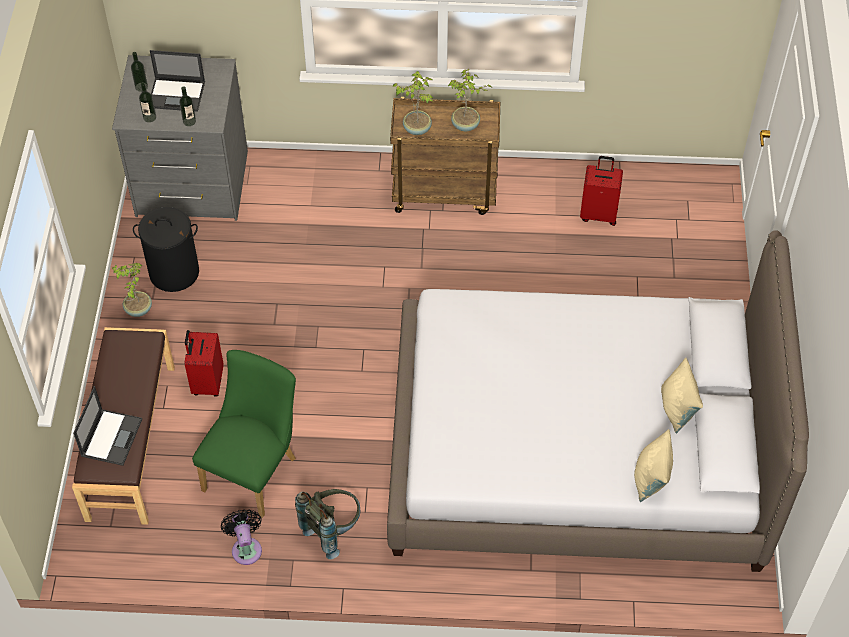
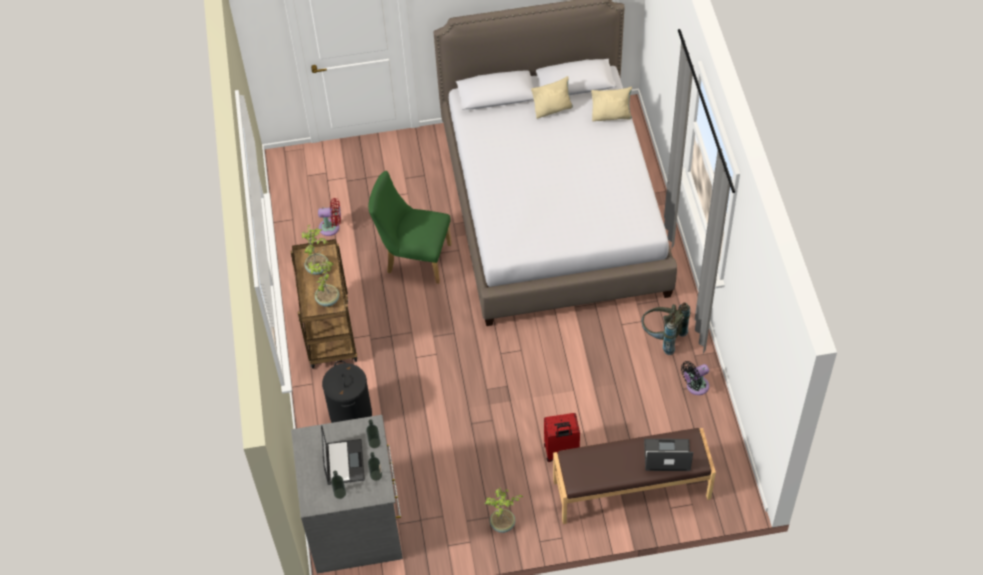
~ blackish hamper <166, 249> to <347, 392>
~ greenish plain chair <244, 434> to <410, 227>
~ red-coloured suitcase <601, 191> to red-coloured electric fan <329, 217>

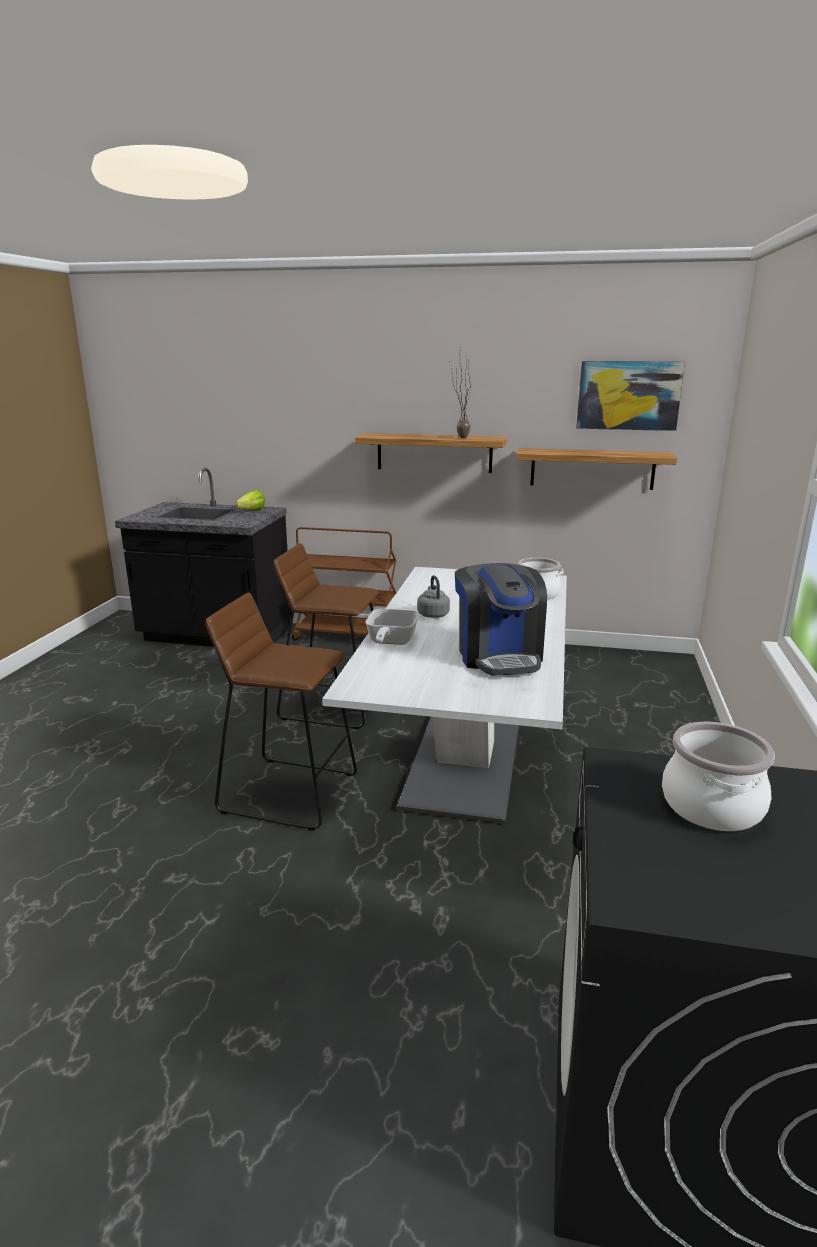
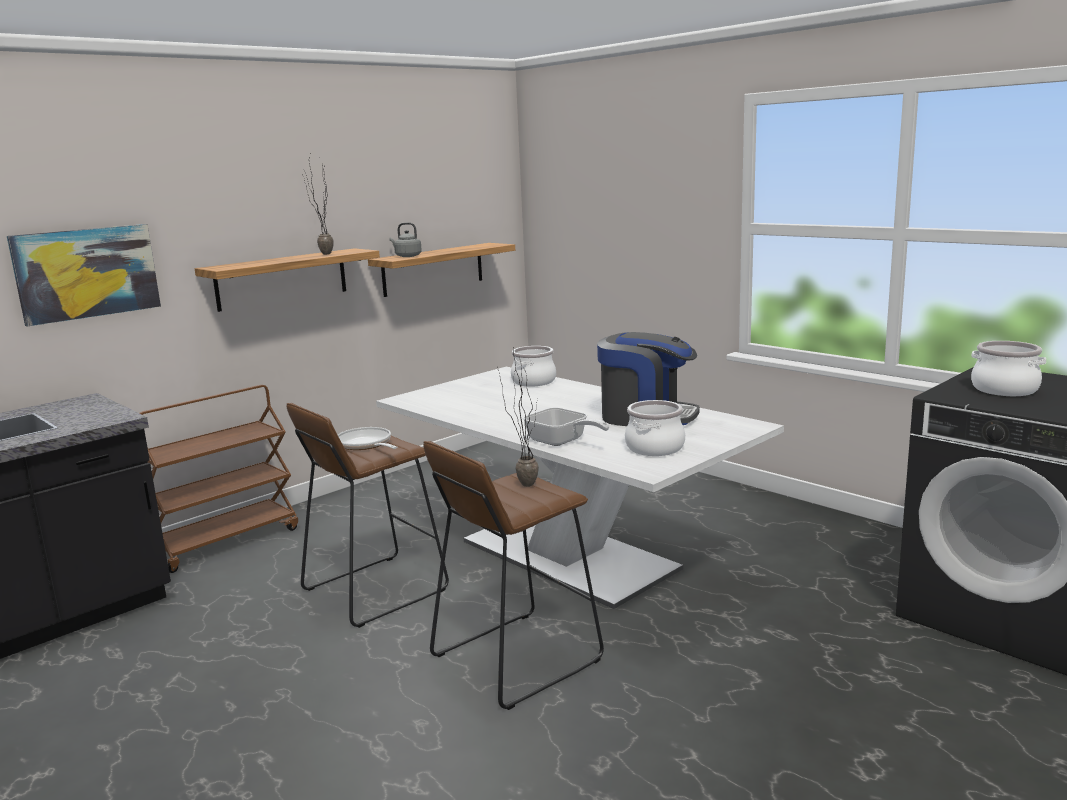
- lettuce <250, 500>
~ gray kettle <433, 596> to <405, 239>
~ picture <630, 396> to <84, 275>
+ frying pan <368, 438>
+ houseplant <518, 417>
+ stockpot <655, 428>

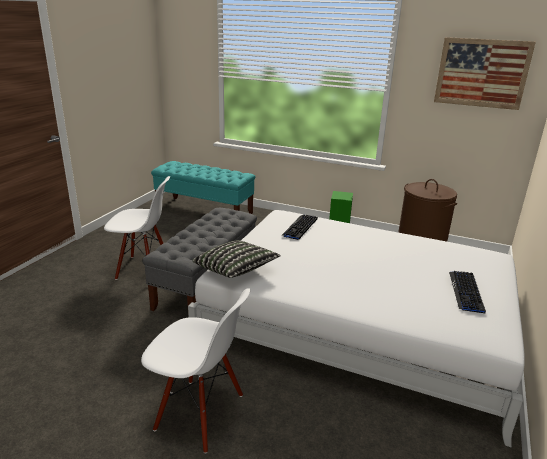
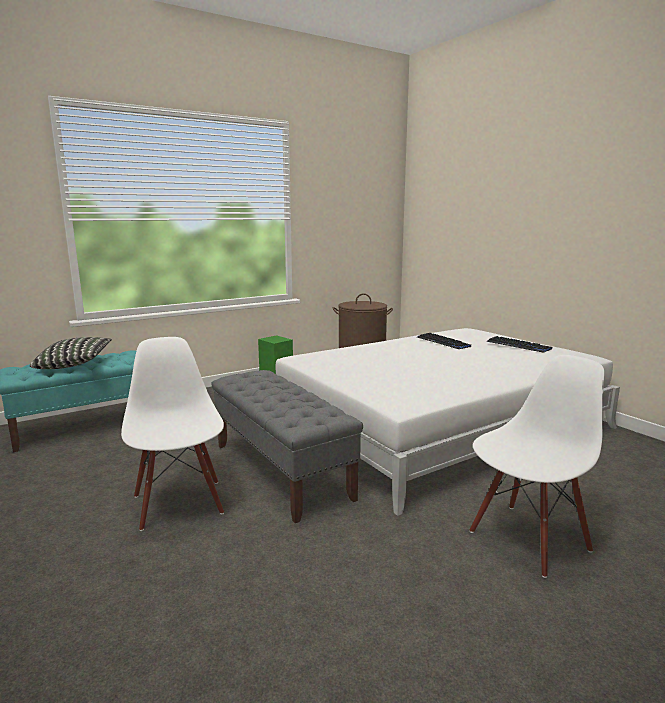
~ white-coloured plain chair <137, 228> = <172, 434> 60 degrees counterclockwise
~ throw pillow <237, 259> to <71, 353>
~ PC keyboard <299, 227> to <444, 341>
- picture <485, 73>

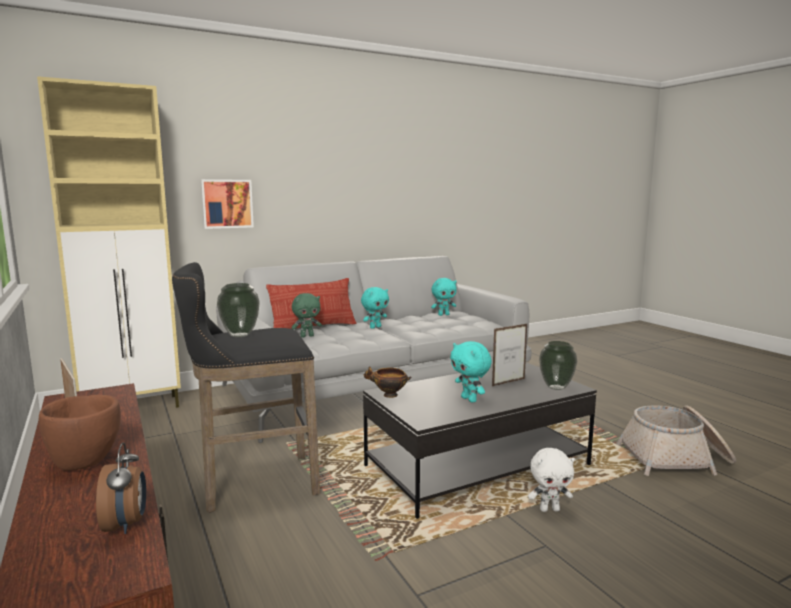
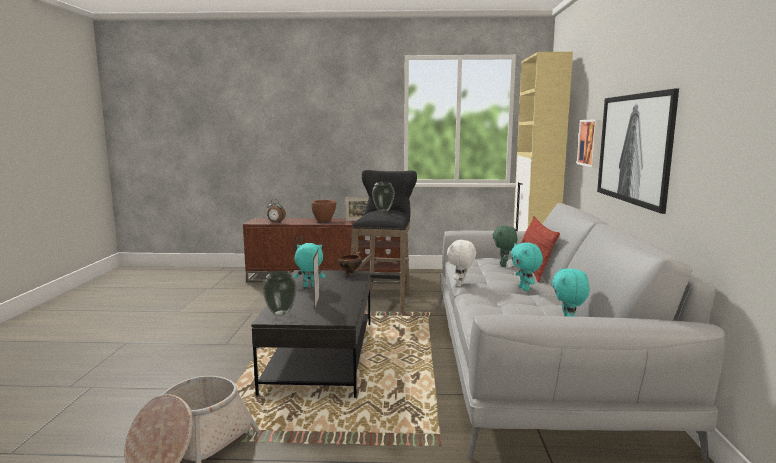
~ white-coloured soft toy <551, 480> to <461, 263>
+ picture <638, 151>

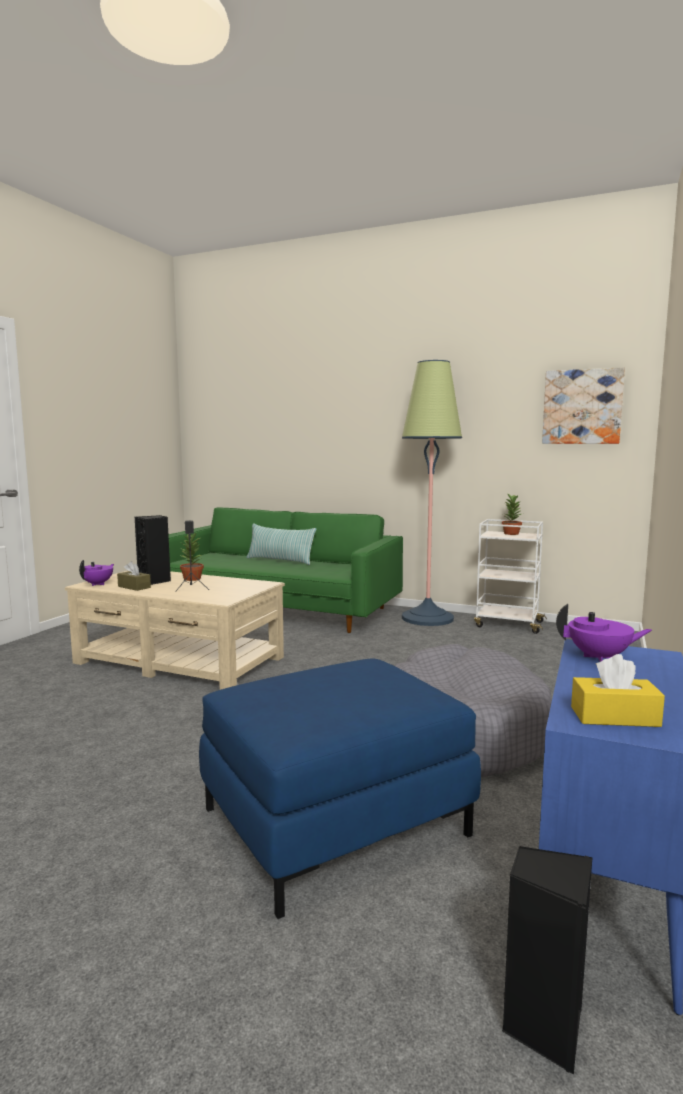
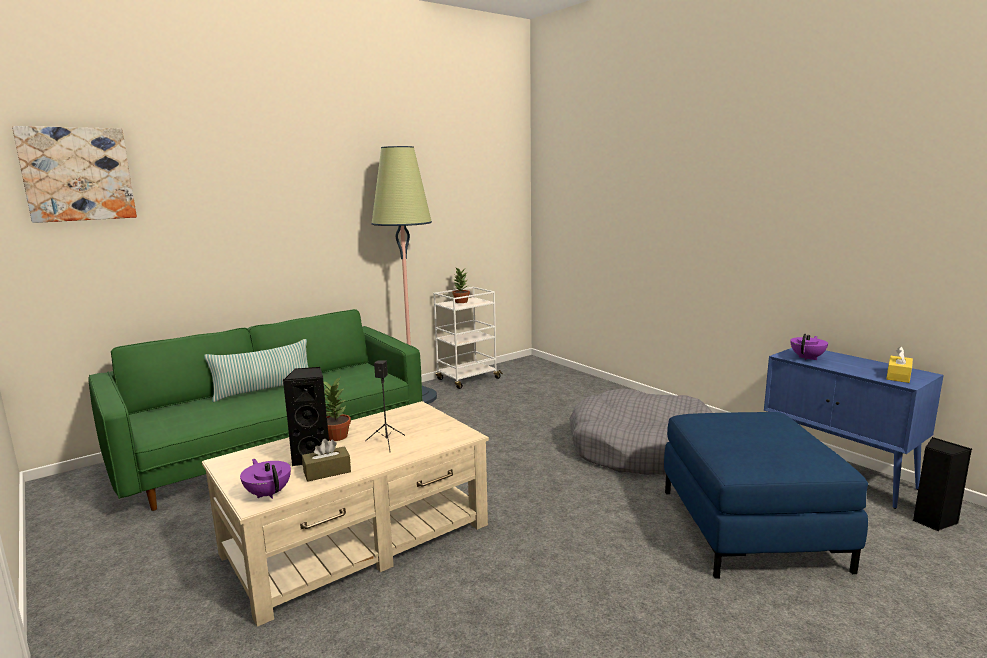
~ picture <583, 405> to <74, 174>

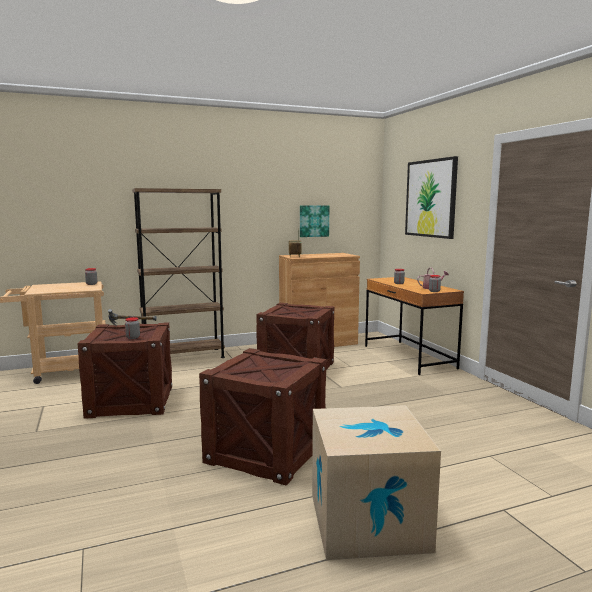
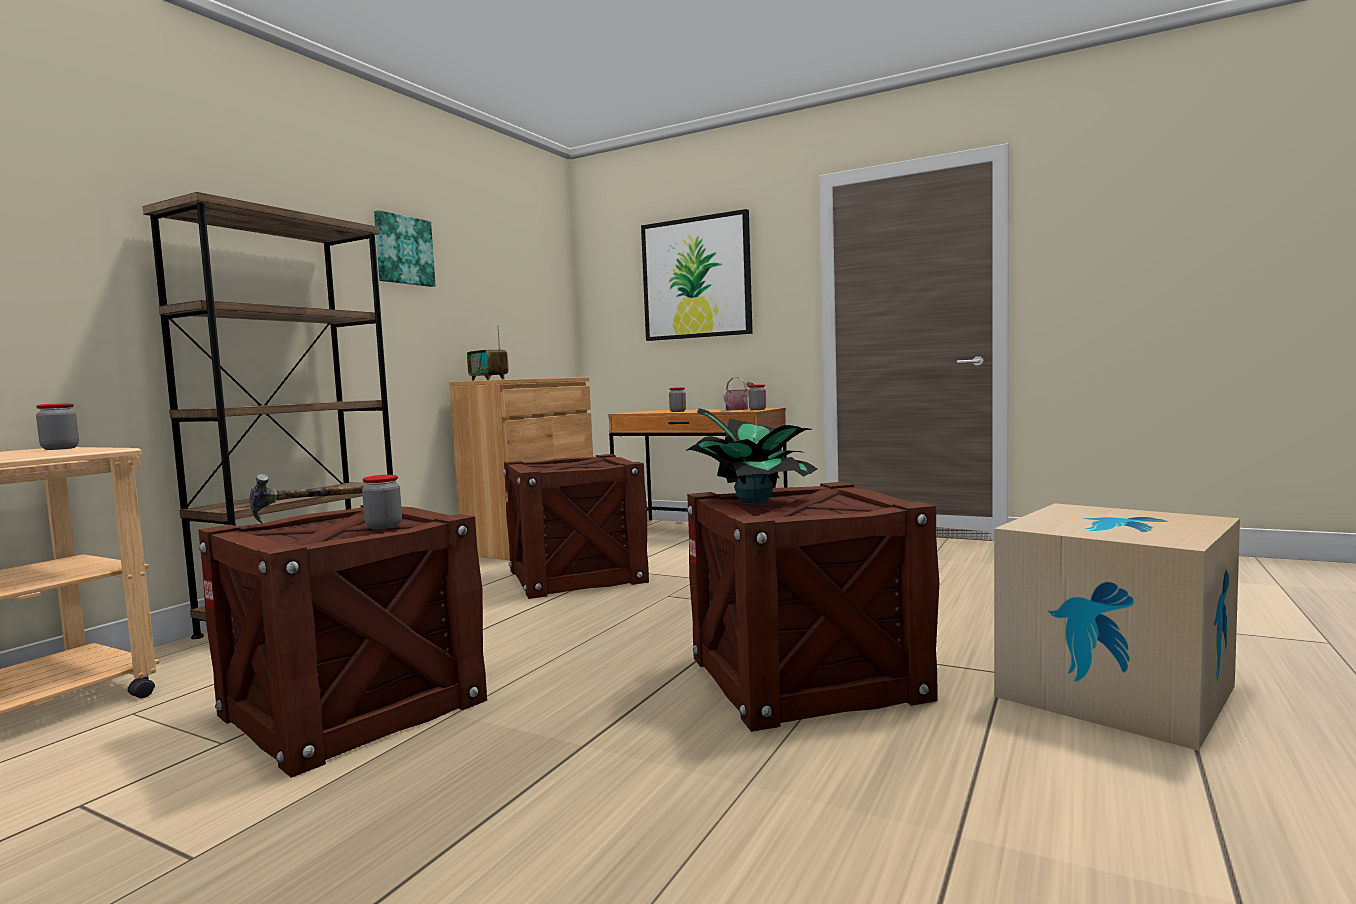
~ picture <314, 221> to <405, 248>
+ houseplant <751, 455>

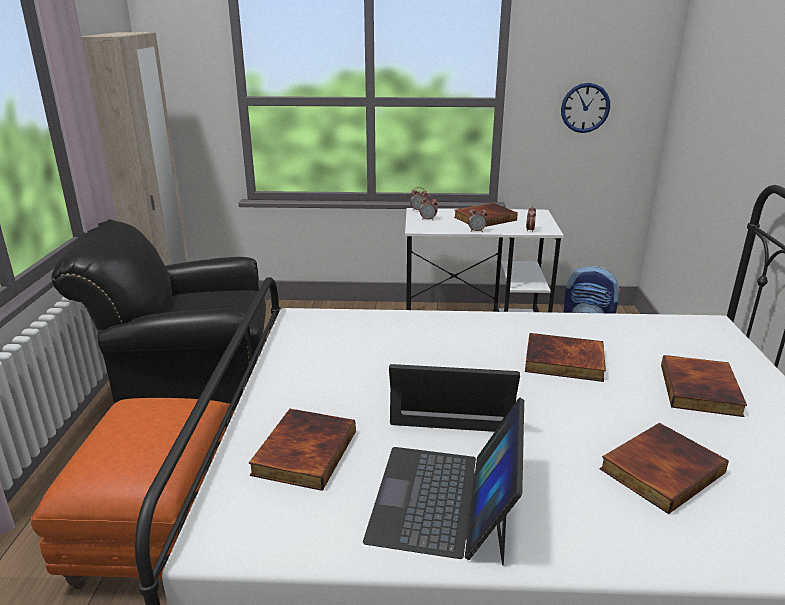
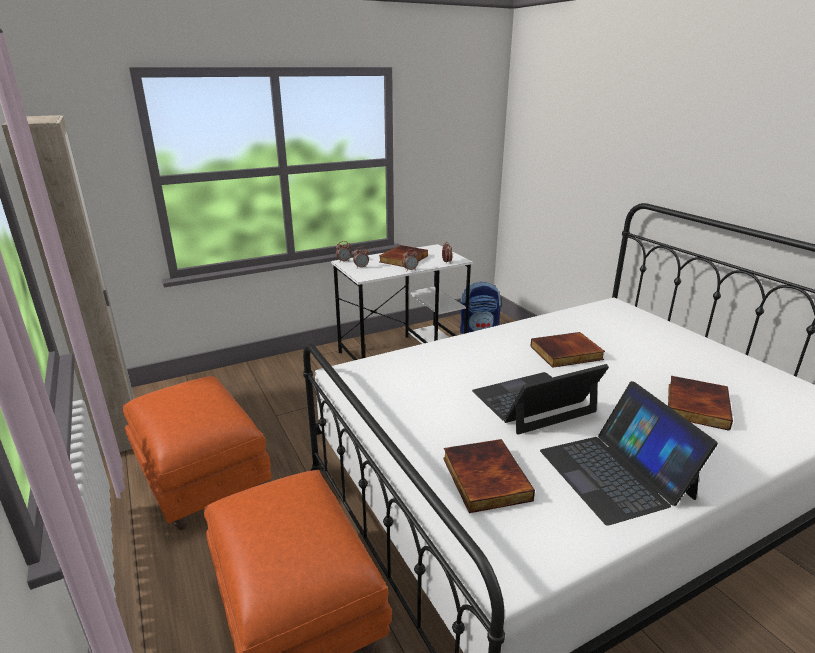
~ blackish lounge chair <159, 314> to orangey ottoman <197, 453>
- clock on the wall <585, 108>
- volume <704, 386>

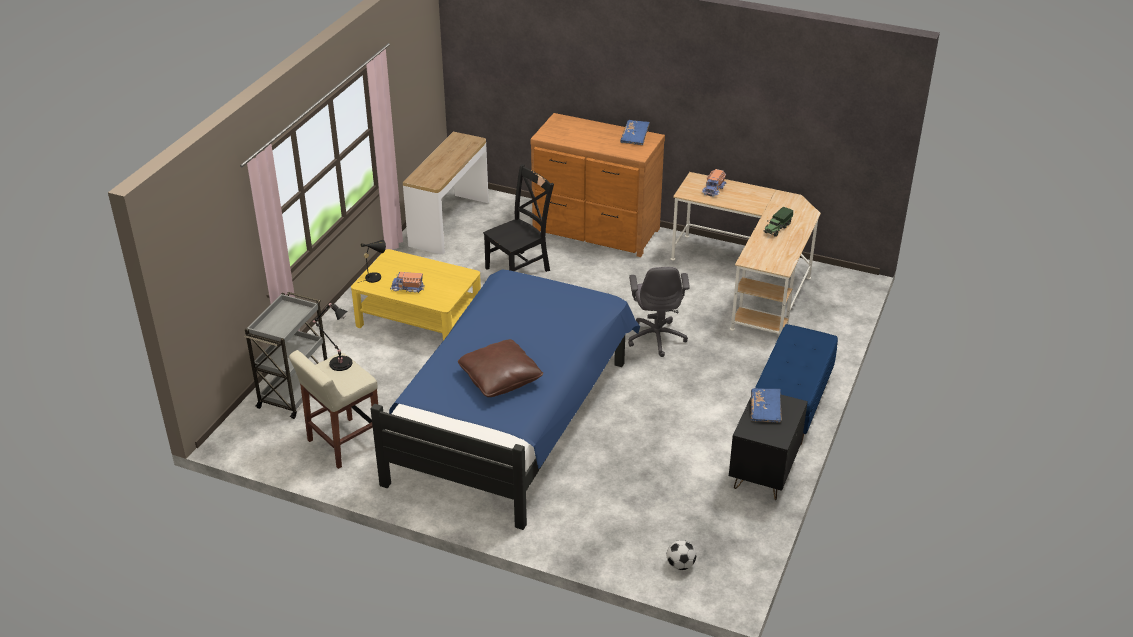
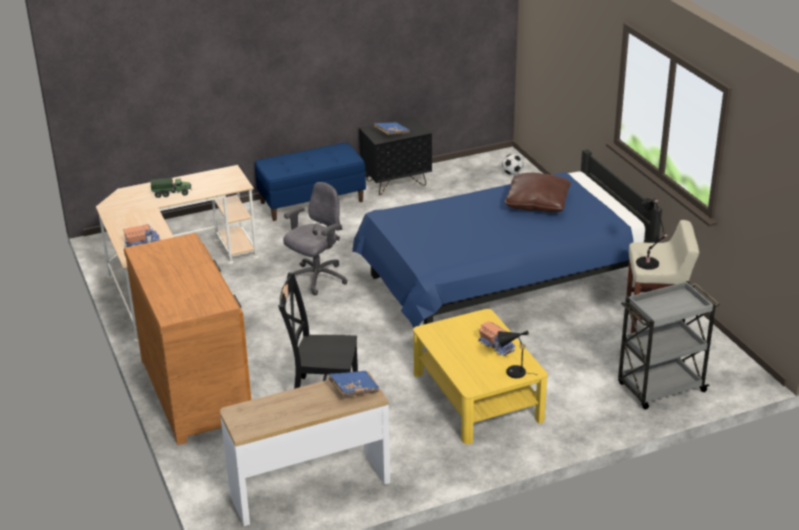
~ blue-coloured volume <635, 132> to <353, 383>

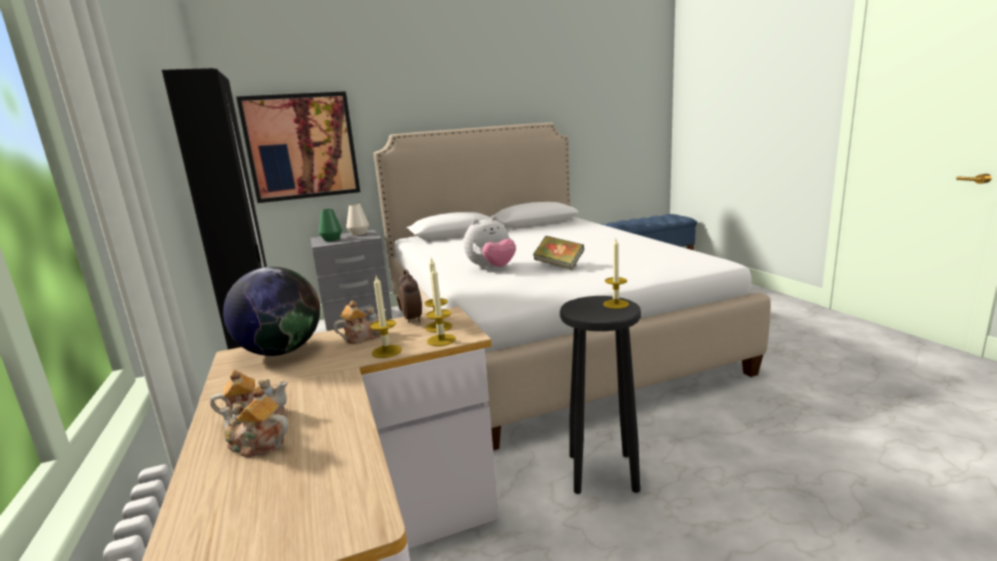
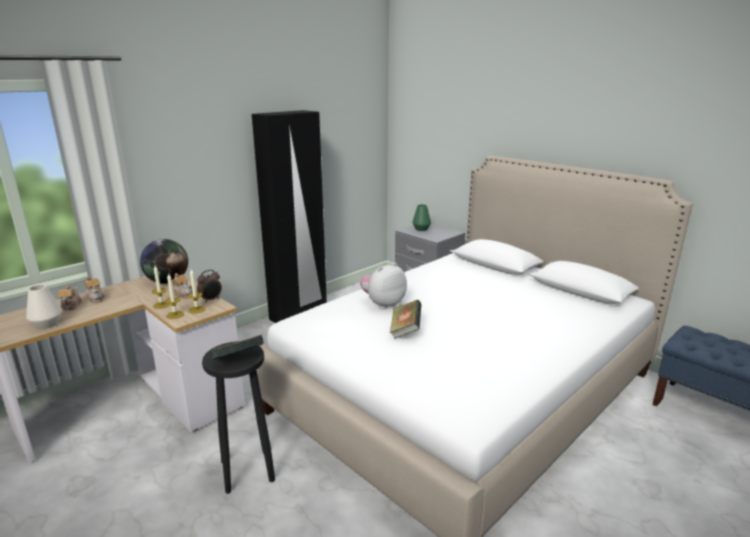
- picture <298, 147>
~ white-coloured decorative vase <357, 220> to <44, 307>
~ soft toy <490, 243> = <383, 285> 105 degrees clockwise
~ wax light <616, 273> to volume <237, 347>

